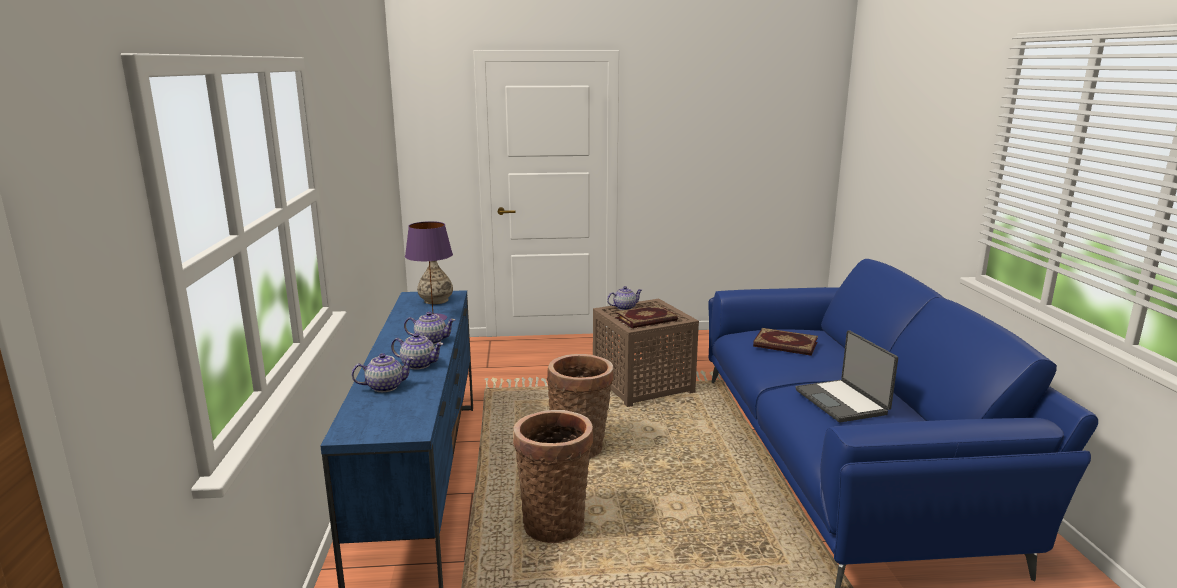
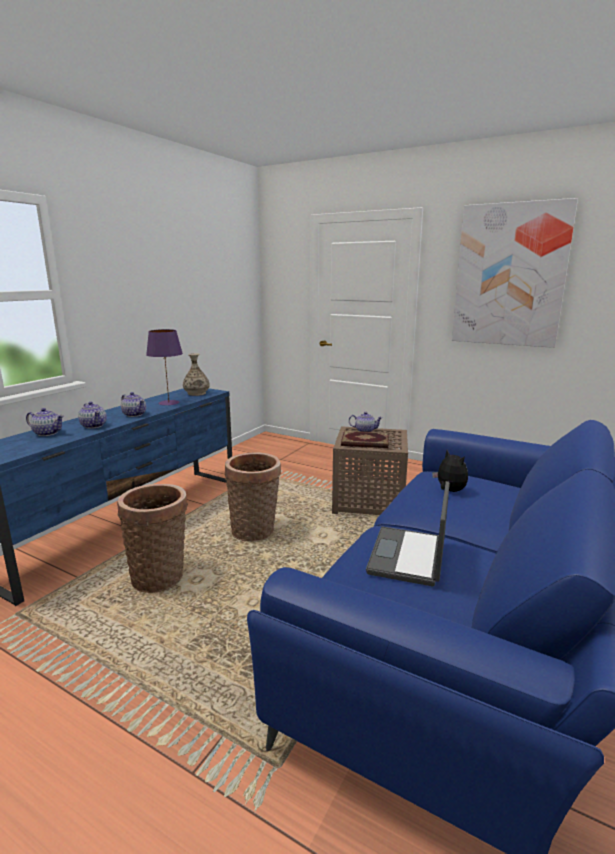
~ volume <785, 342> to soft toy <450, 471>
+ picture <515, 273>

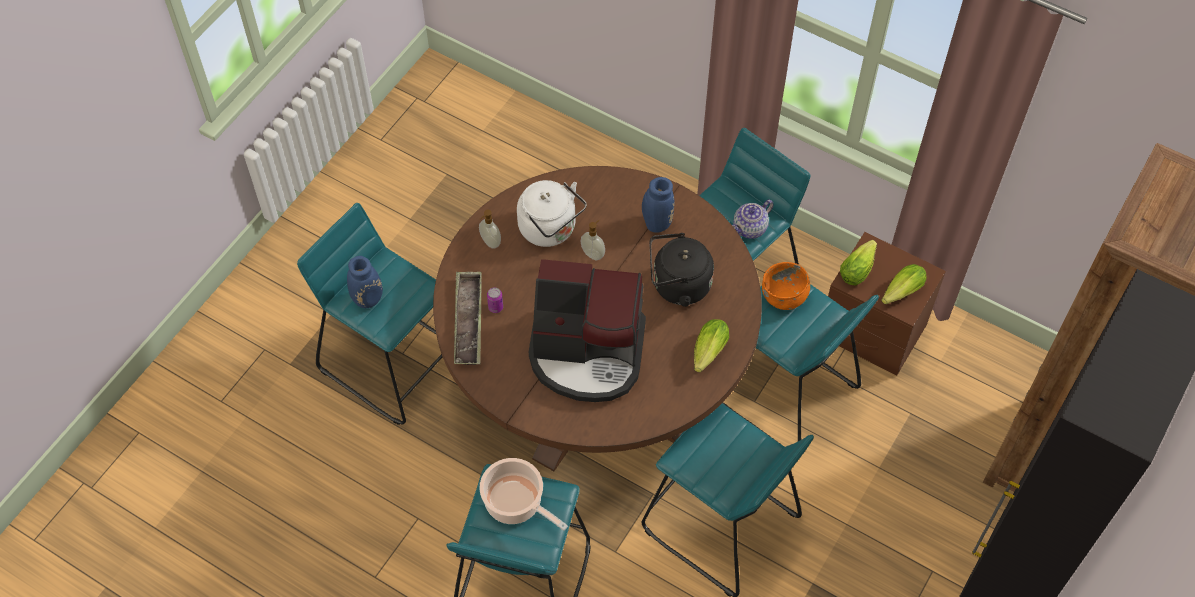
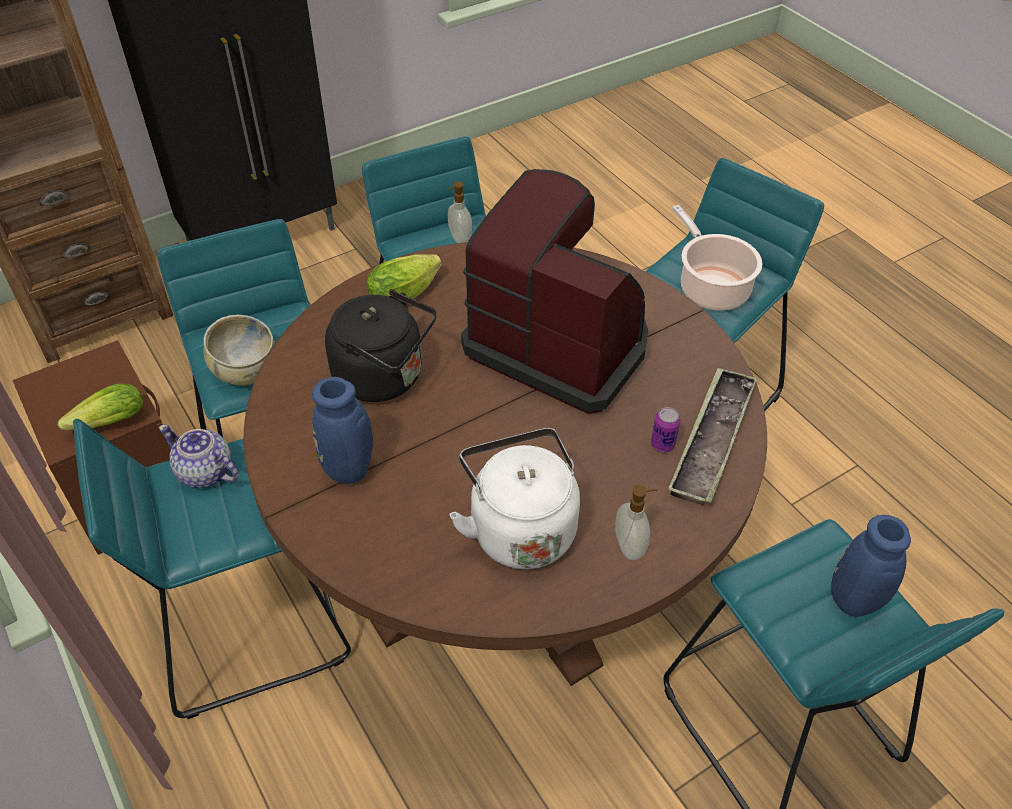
~ soap dispenser <592, 240> to <459, 212>
~ pot for tea <753, 219> = <199, 456> 135 degrees counterclockwise
~ orangey deep dish <786, 286> to sand-coloured deep dish <239, 350>
- lettuce <904, 284>

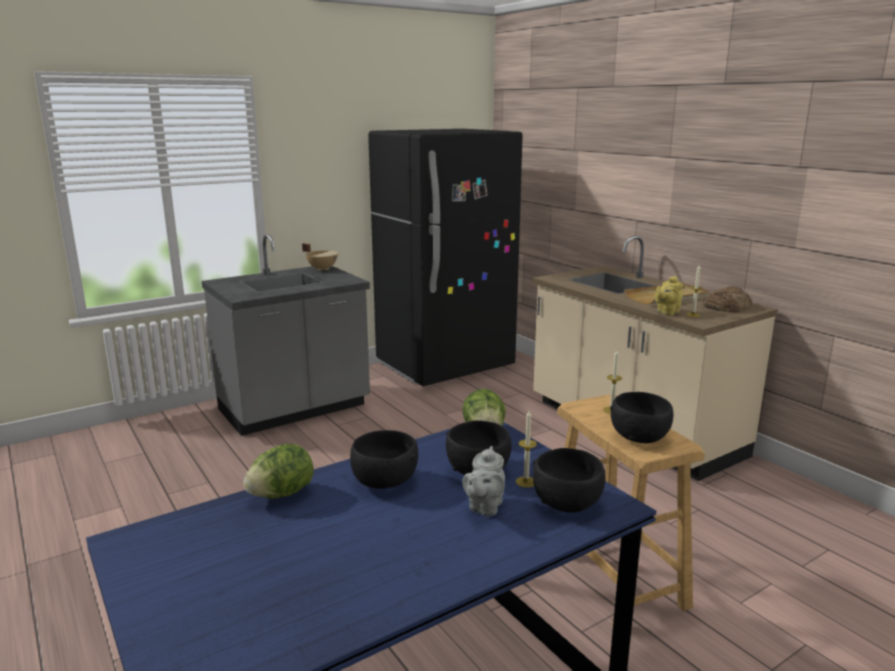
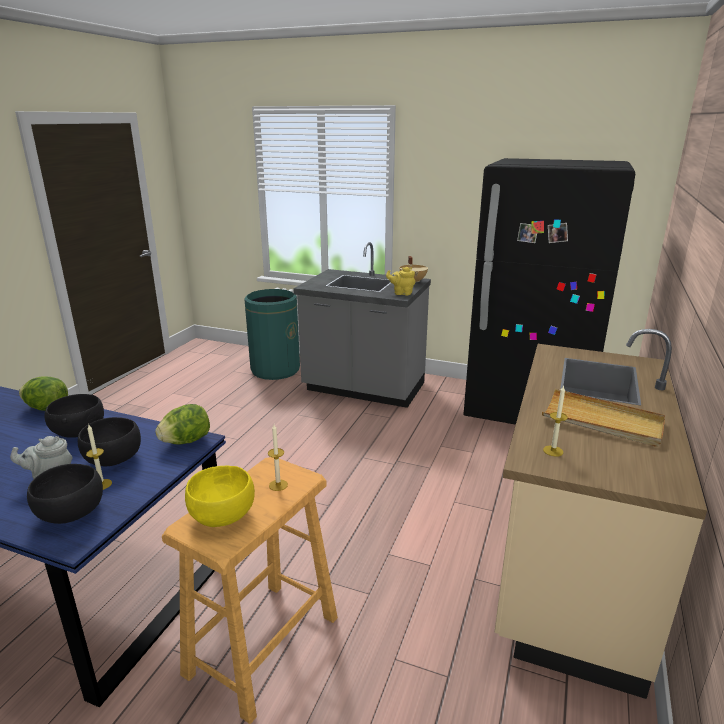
~ blackish deep dish <641, 417> to yellowish deep dish <220, 496>
~ yellowish pot for tea <669, 296> to <400, 281>
- bakery bread <727, 299>
+ greenish rubbish bin <272, 334>

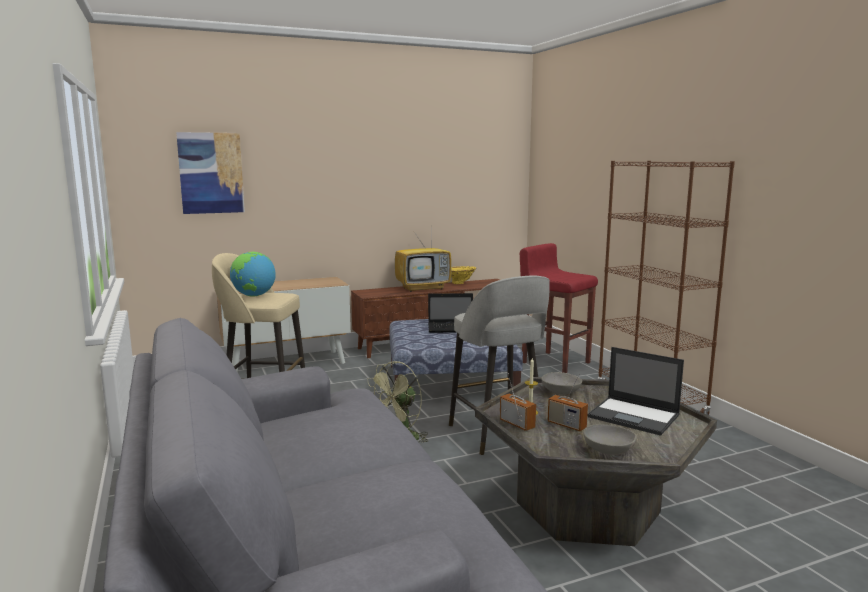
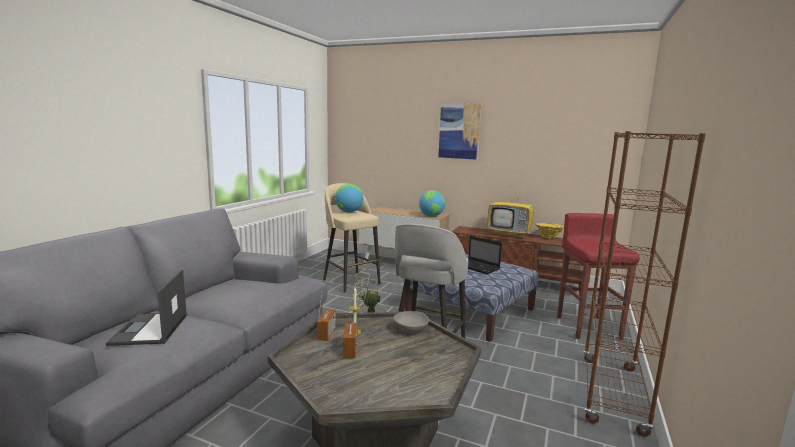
~ picture <210, 173> to <460, 131>
- gray deep dish <610, 439>
~ notebook computer <635, 391> to <146, 307>
+ globe <432, 203>

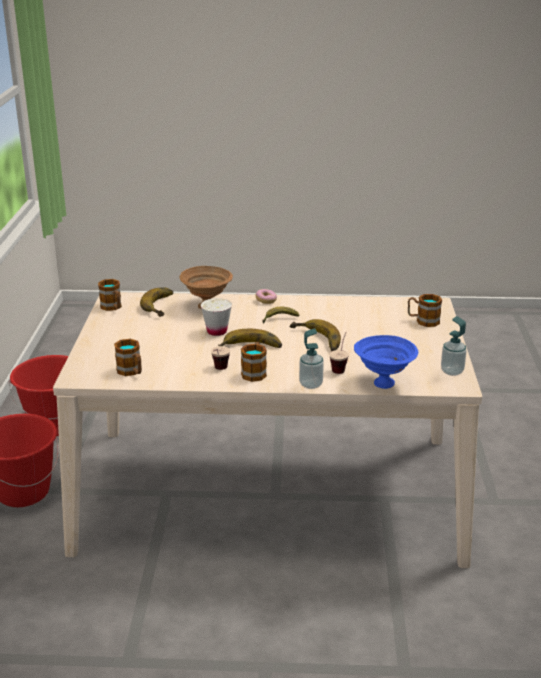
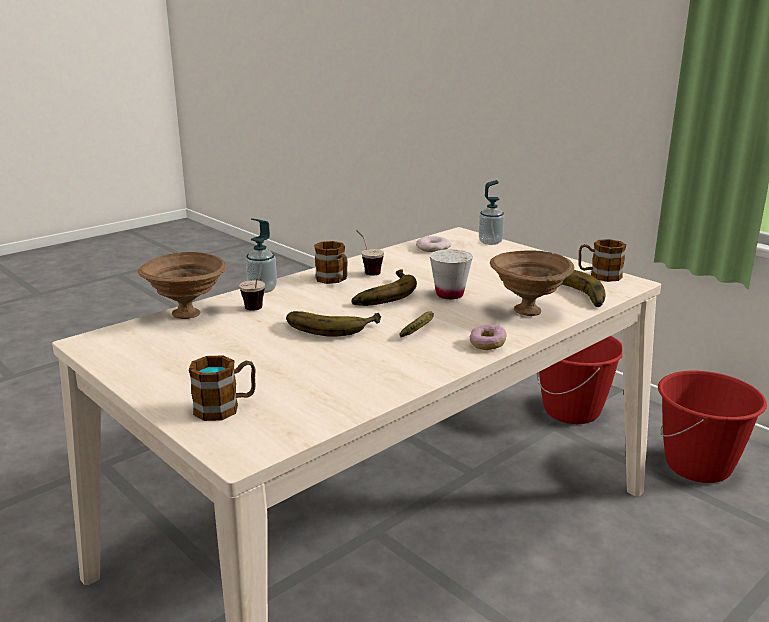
~ mug <128, 357> to donut <433, 244>
~ blue-coloured deep dish <386, 362> to brown-coloured deep dish <182, 285>
~ soap dispenser <454, 346> to <491, 212>

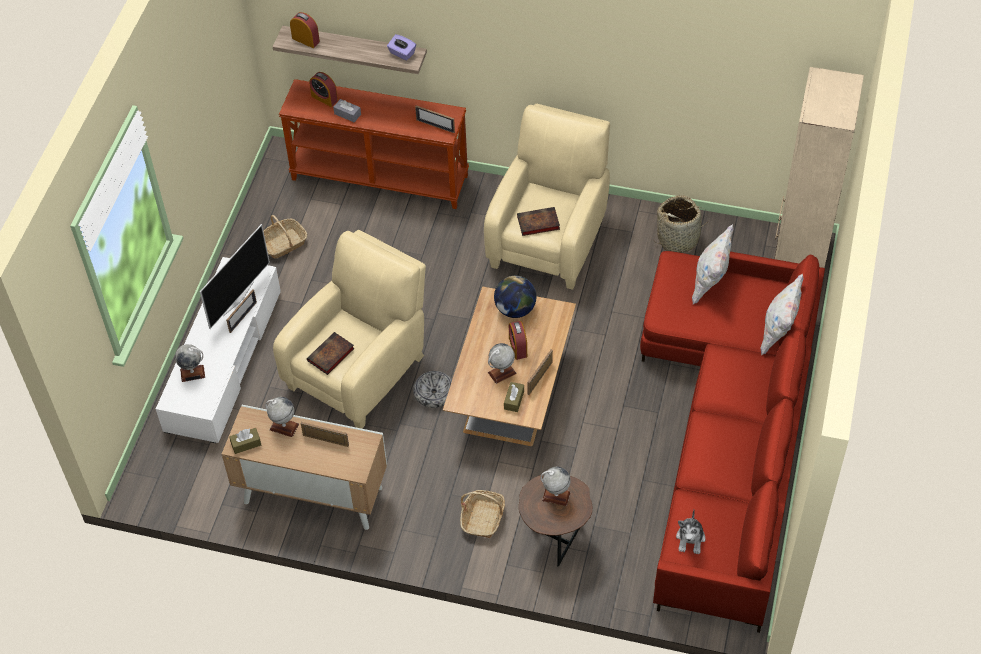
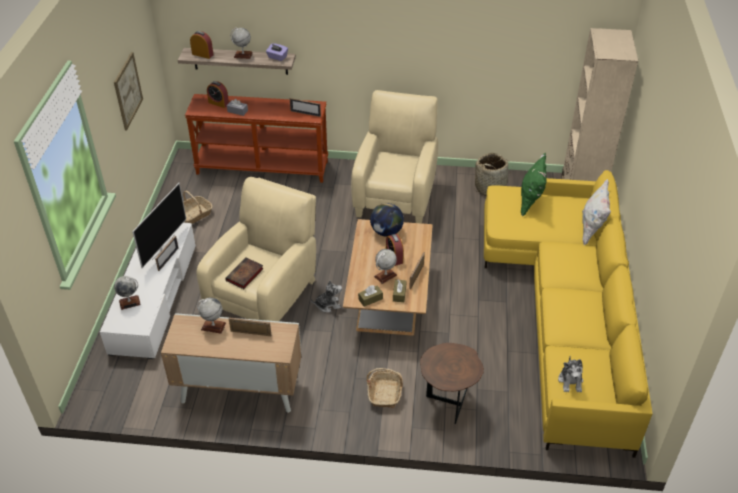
~ brown-coloured box of tissues <245, 441> to <370, 296>
~ deep dish <432, 389> to soft toy <326, 296>
- volume <538, 221>
~ globe <556, 486> to <241, 43>
~ red-coloured settee <732, 442> to yellowish settee <568, 314>
~ white-coloured throw pillow <712, 264> to greenish throw pillow <534, 184>
+ picture <128, 91>

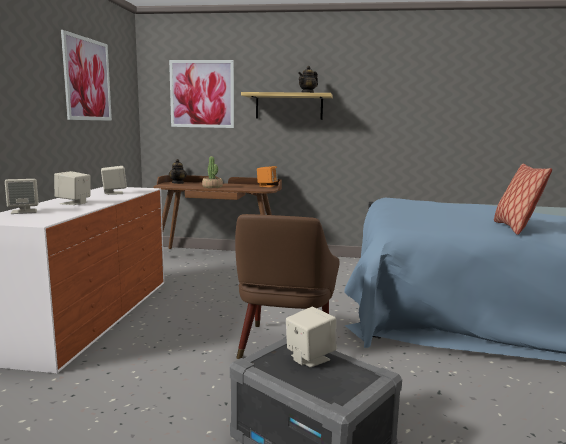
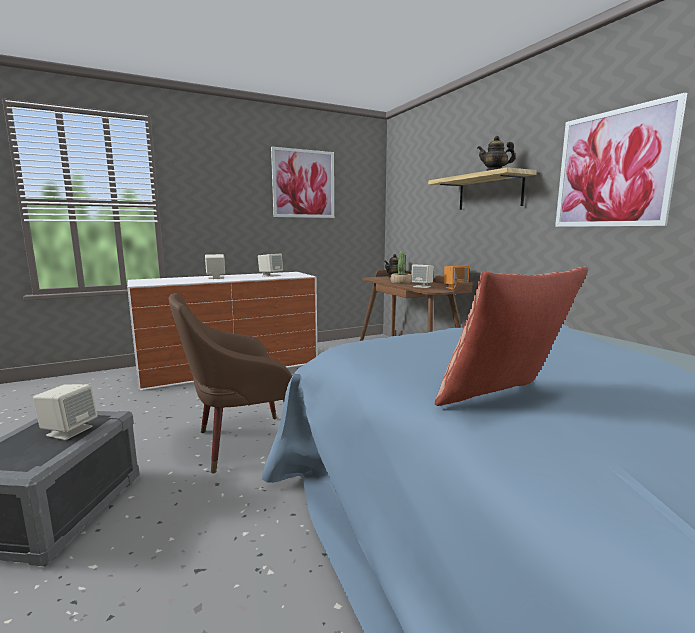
~ sand-coloured speaker <21, 196> to <422, 276>
~ picture <201, 94> to <621, 159>

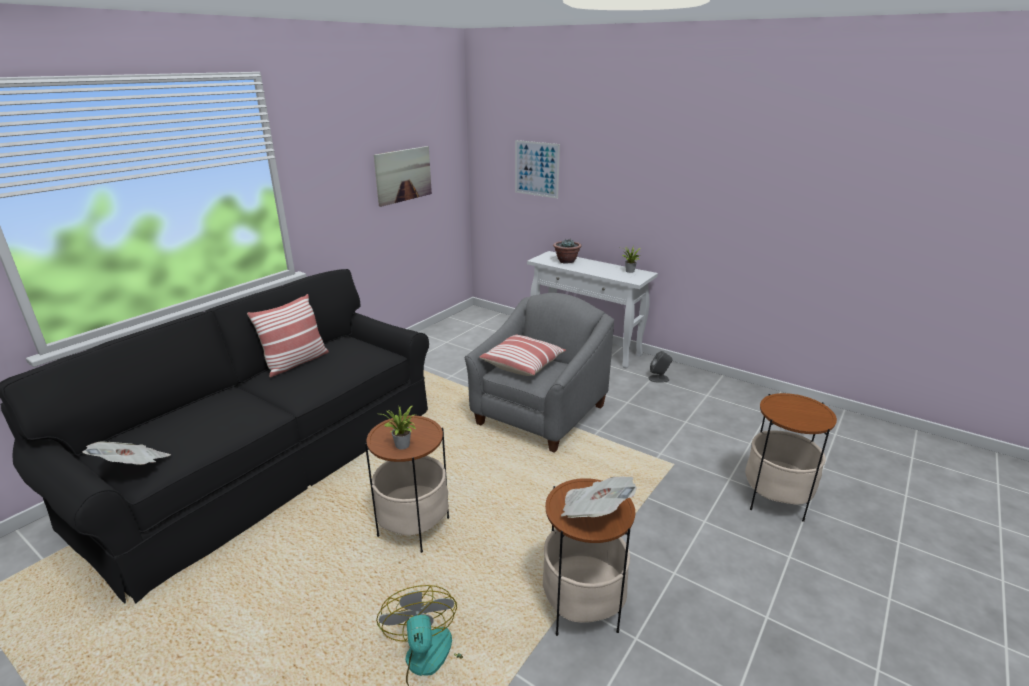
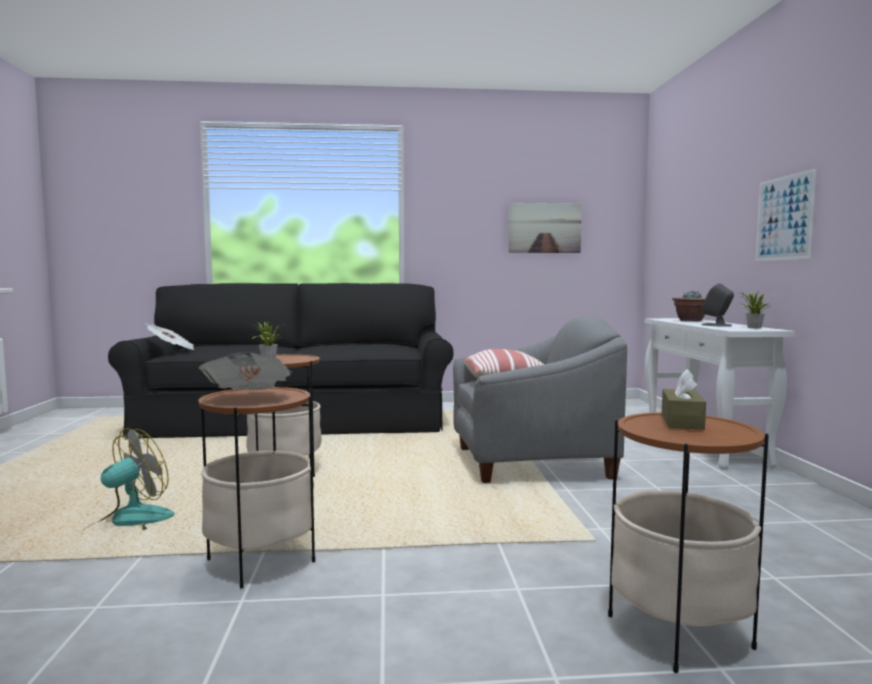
- throw pillow <288, 336>
~ picture <537, 169> to <786, 214>
~ gray speaker <661, 367> to <718, 305>
+ brown-coloured box of tissues <684, 399>

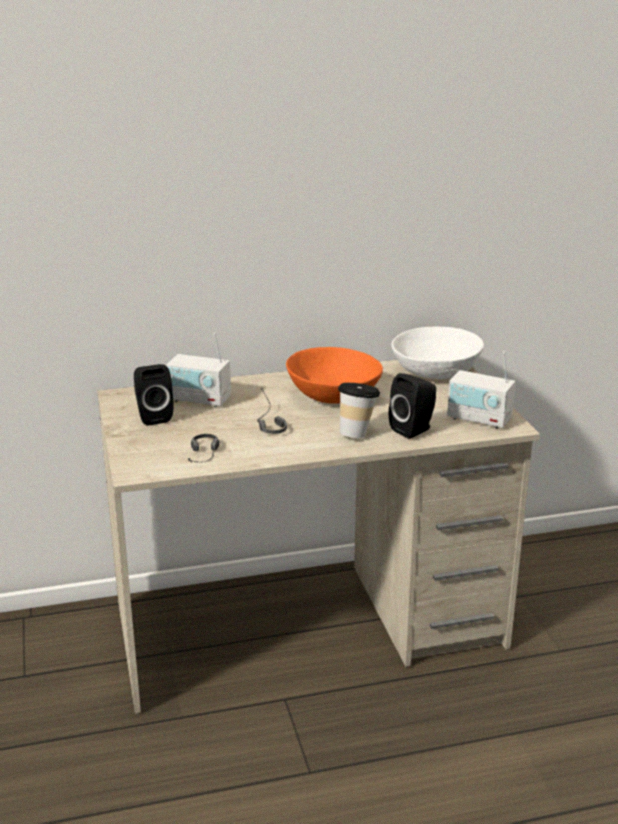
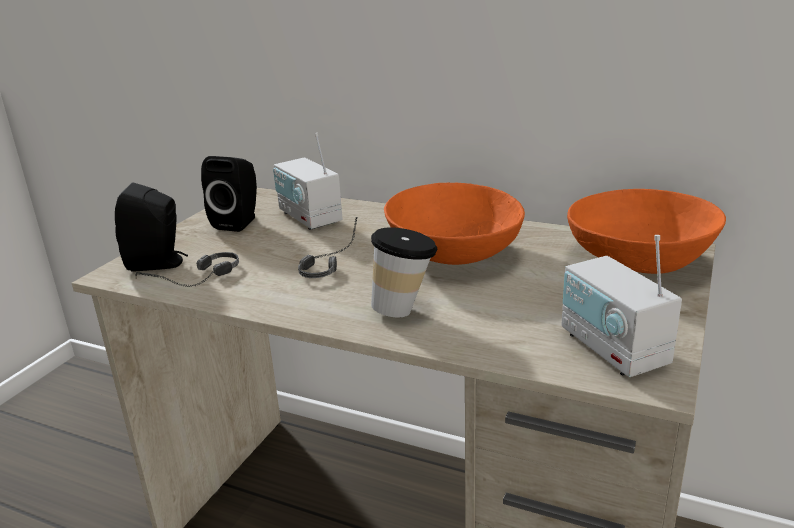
~ blackish speaker <412, 406> to <151, 227>
~ white-coloured deep dish <437, 353> to orangey deep dish <646, 231>

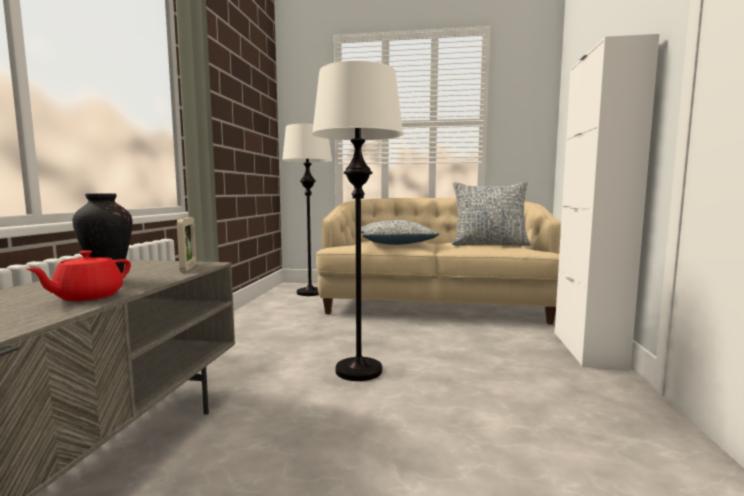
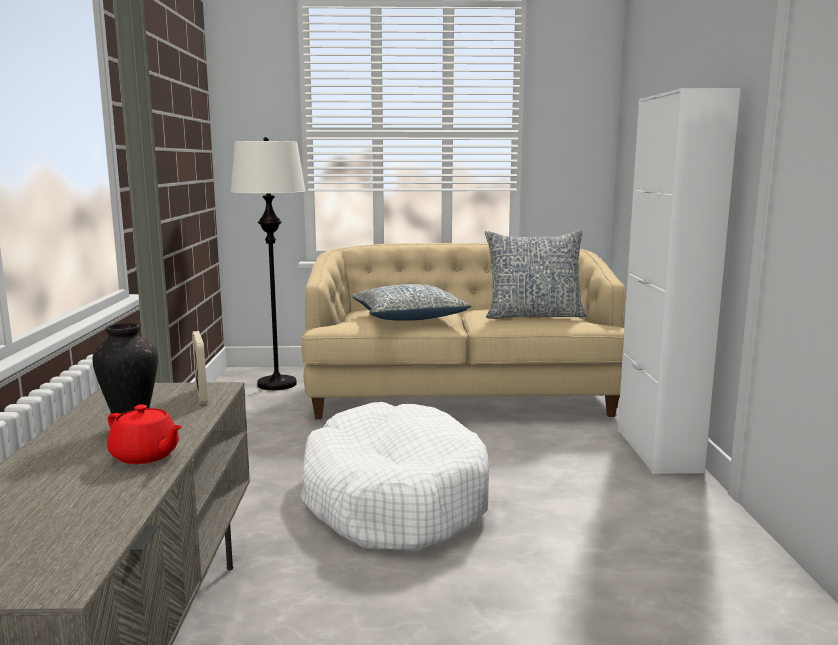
~ red-coloured pot for tea <78, 275> = <144, 434> 75 degrees counterclockwise
~ white-coloured floor lamp <357, 220> to white-coloured pet bed <395, 477>

